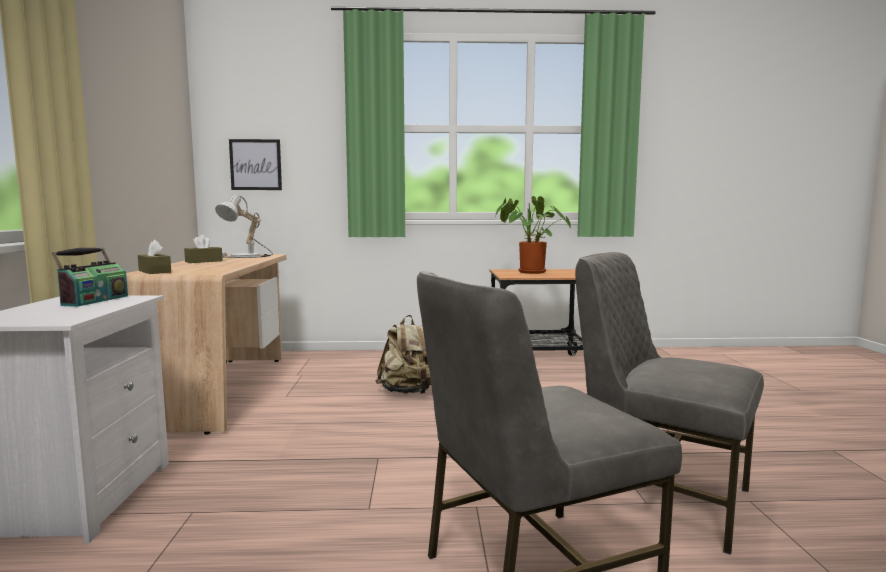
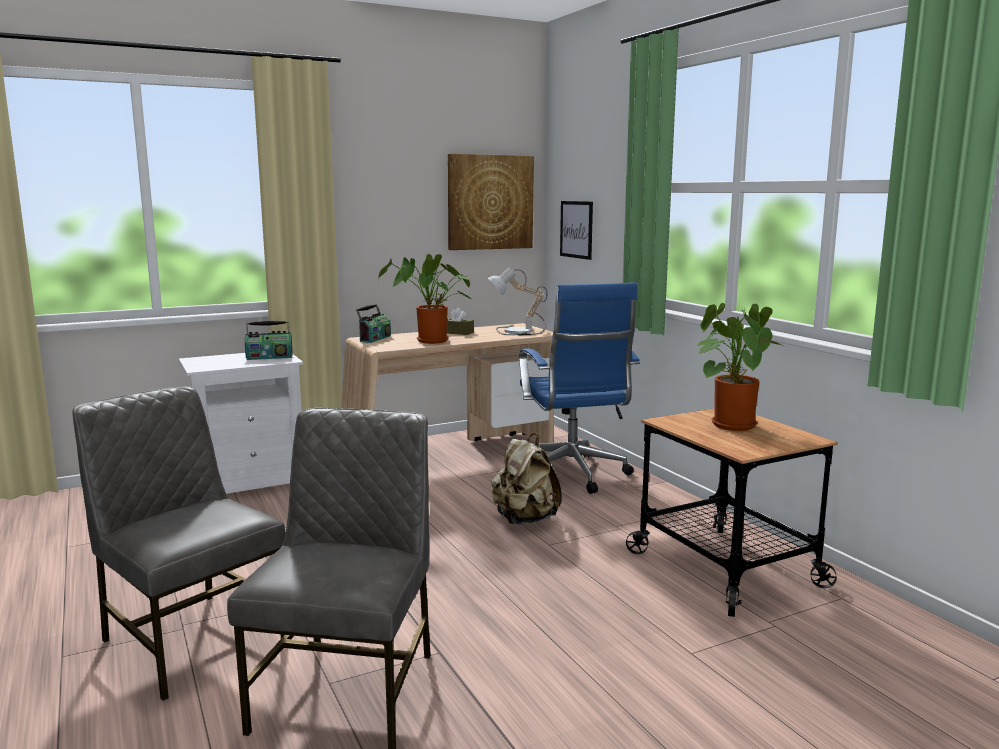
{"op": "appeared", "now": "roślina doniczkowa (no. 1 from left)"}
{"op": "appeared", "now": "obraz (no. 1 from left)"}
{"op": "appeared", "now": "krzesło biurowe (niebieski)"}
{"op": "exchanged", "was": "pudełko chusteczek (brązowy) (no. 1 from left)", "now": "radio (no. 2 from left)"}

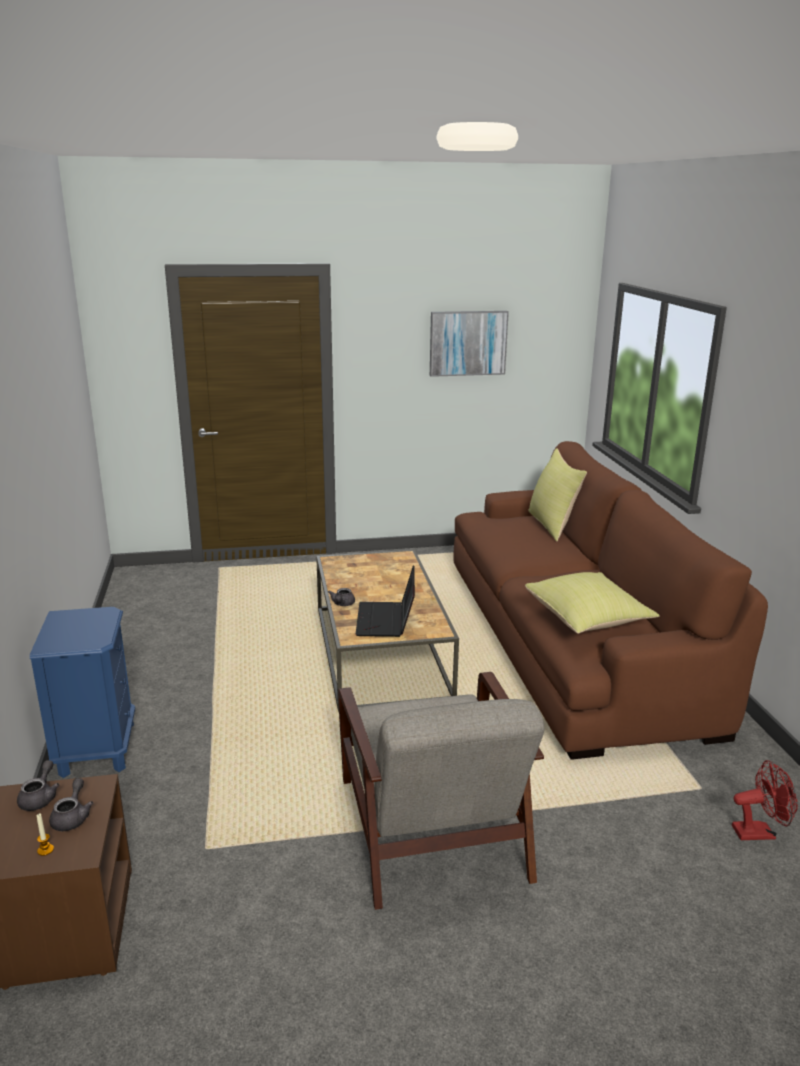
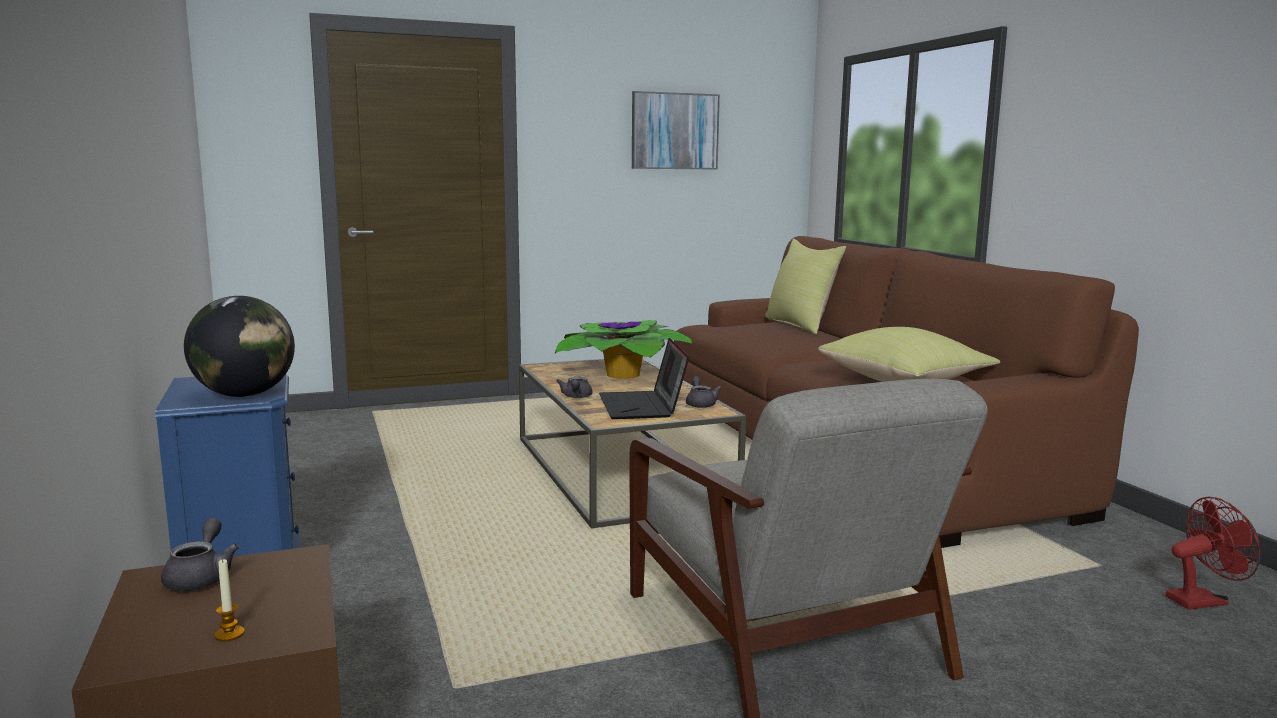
{"op": "appeared", "now": "globus"}
{"op": "appeared", "now": "roślina doniczkowa"}
{"op": "relocated", "was": "imbryk (szary) (no. 2 from left in the first image)", "now": "imbryk (szary) (no. 3 from left)"}

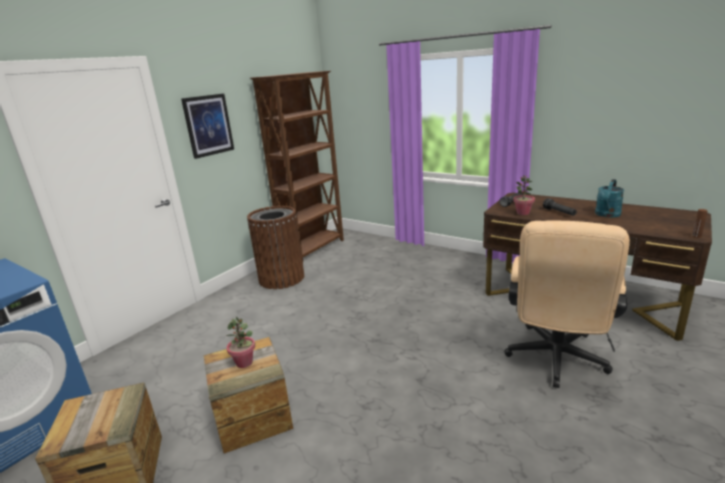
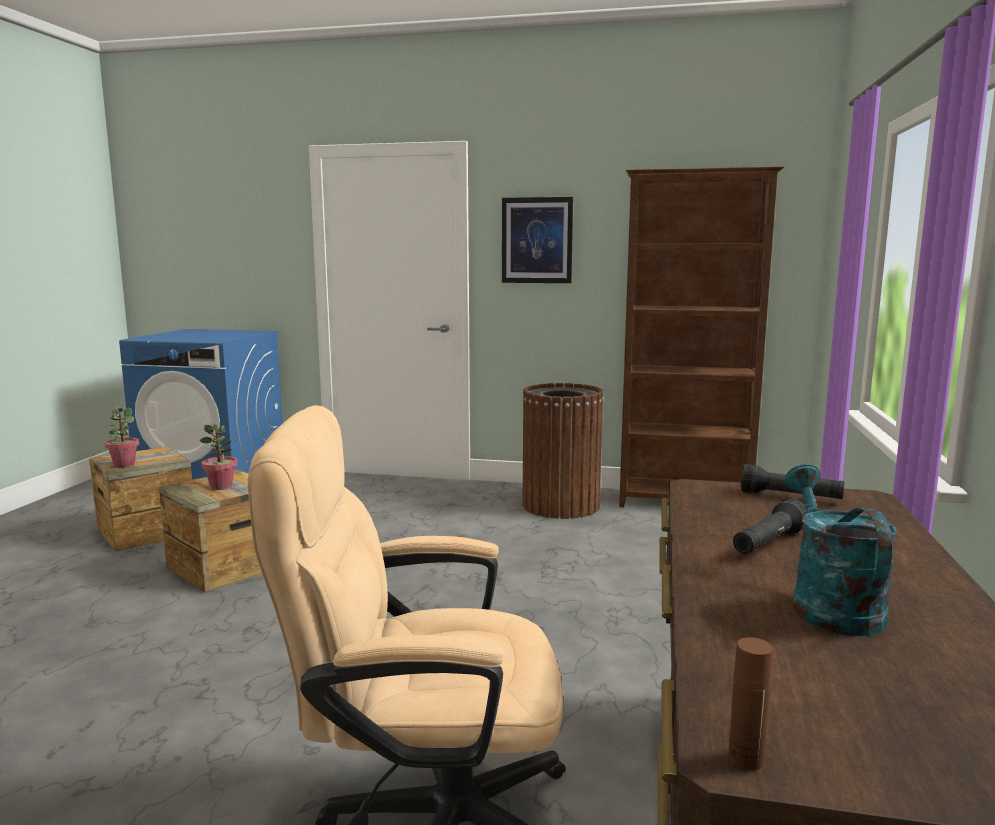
{"op": "relocated", "was": "roślina doniczkowa (no. 2 from left in the first image)", "now": "roślina doniczkowa (no. 1 from left)"}
{"op": "spun", "was": "konewka (turkusowy)", "clockwise": 75}

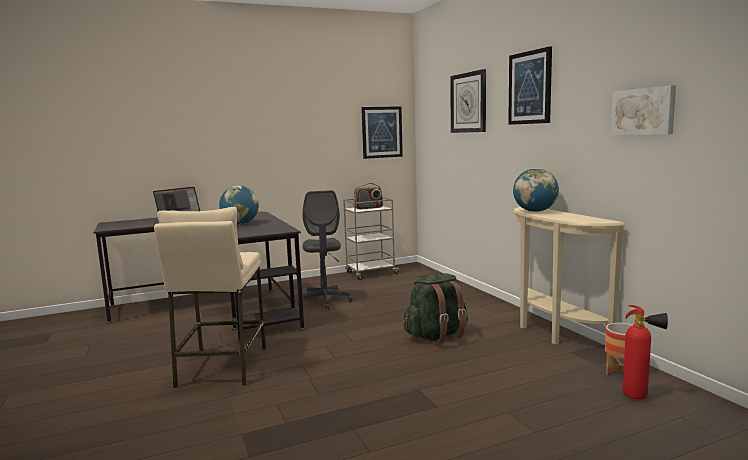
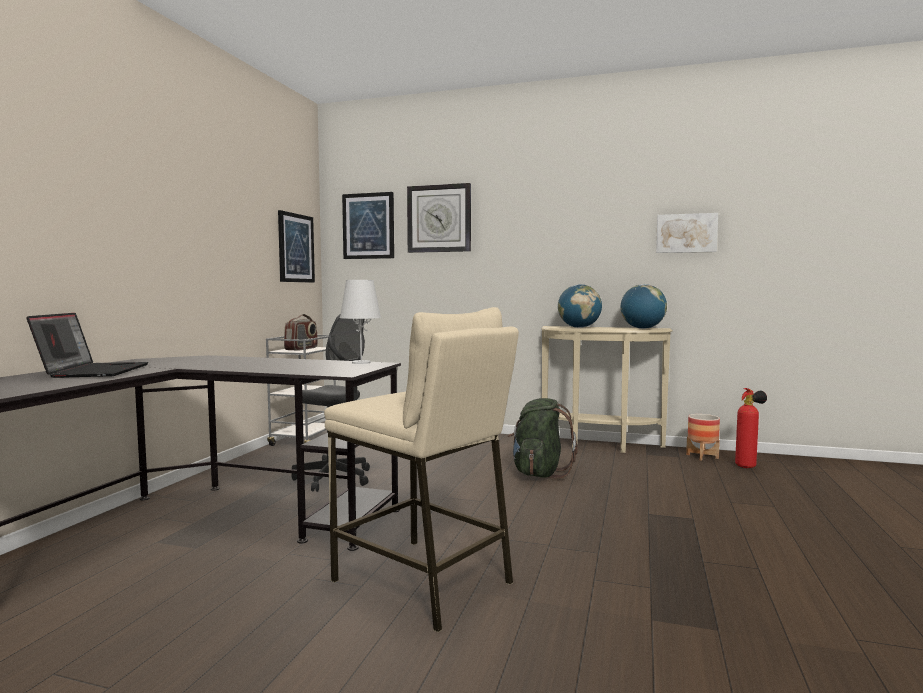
{"op": "appeared", "now": "lampa stołowa (biały)"}
{"op": "relocated", "was": "globus (no. 1 from left in the first image)", "now": "globus (no. 2 from left)"}
{"op": "relocated", "was": "obraz (no. 2 from left)"}

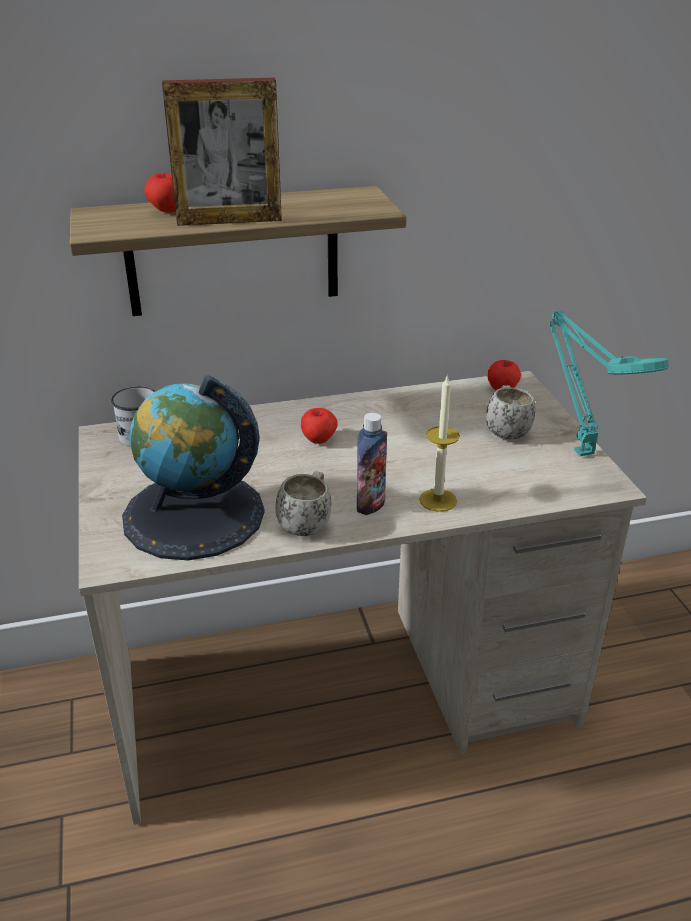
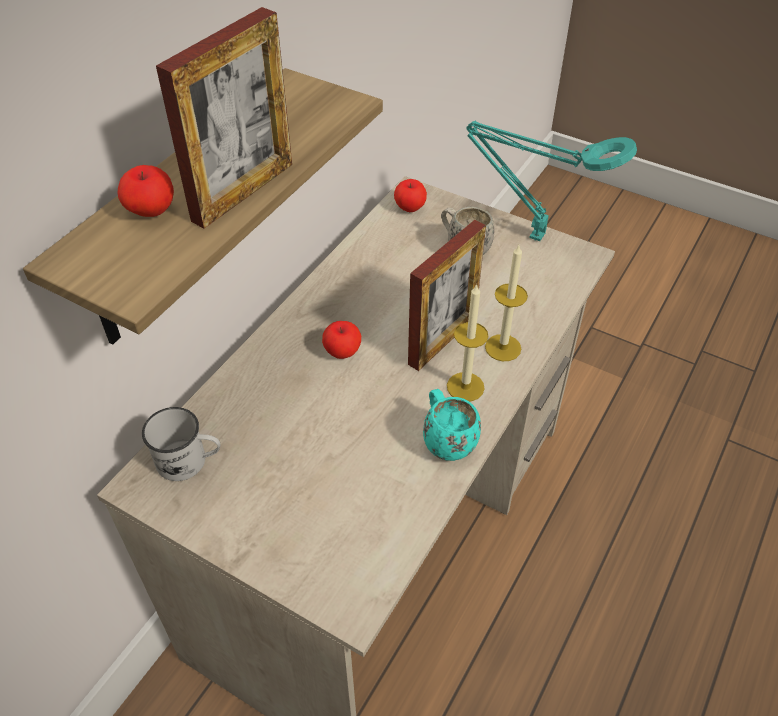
{"op": "missing", "was": "globus"}
{"op": "appeared", "now": "ramka na zdjęcie (no. 2 from left)"}
{"op": "exchanged", "was": "butelka", "now": "świeca (no. 1 from left)"}
{"op": "colour", "was": "kubek (biały) (no. 2 from left)", "now": "kubek (turkusowy)"}

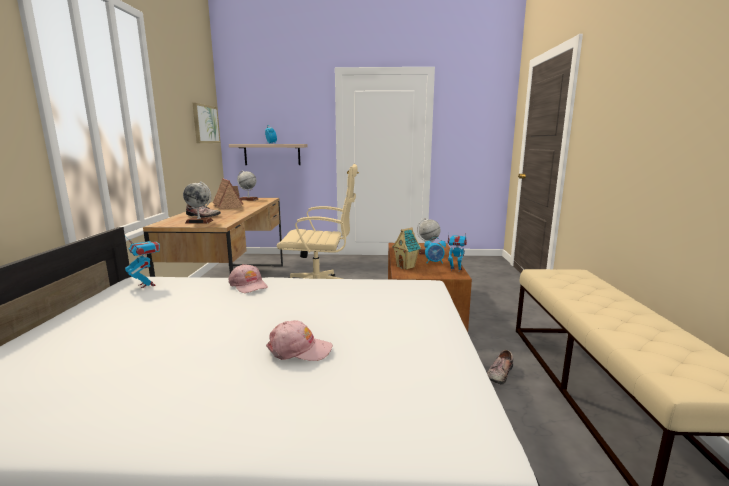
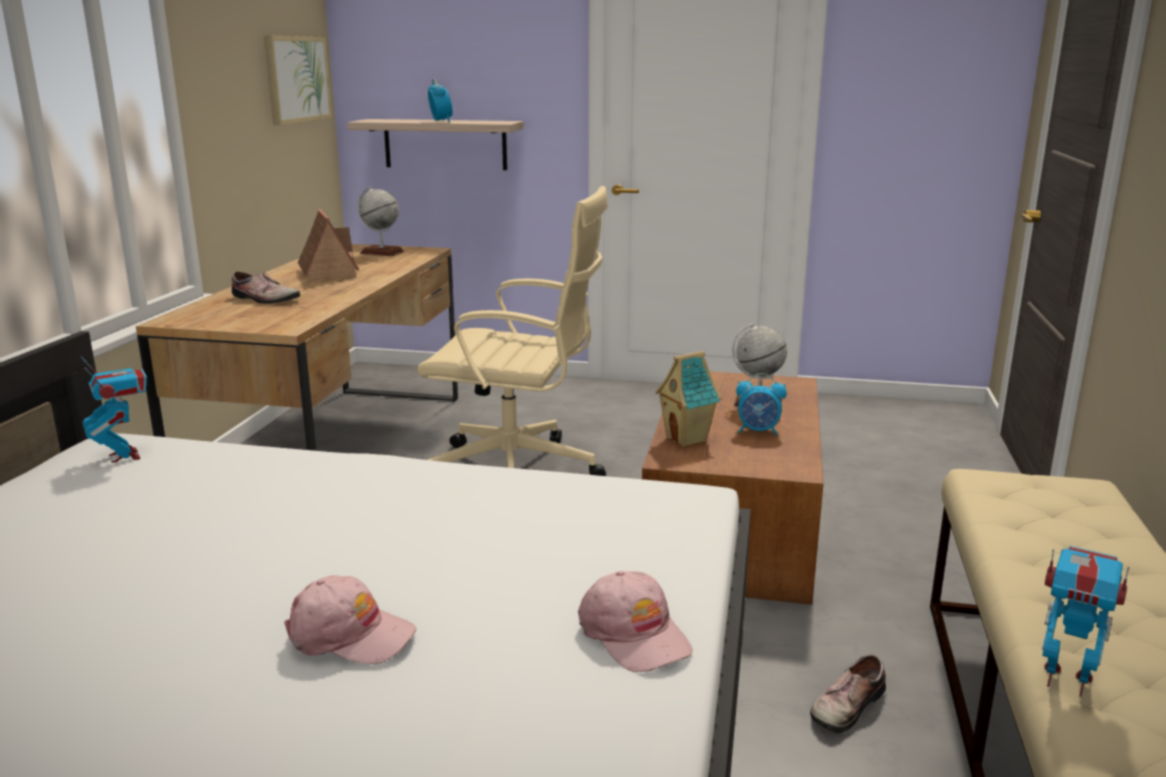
{"op": "missing", "was": "globus (no. 1 from left)"}
{"op": "relocated", "was": "czapka z daszkiem (różowy) (no. 1 from left in the first image)", "now": "czapka z daszkiem (różowy) (no. 2 from left)"}
{"op": "relocated", "was": "robot zabawkowy (no. 2 from left)"}

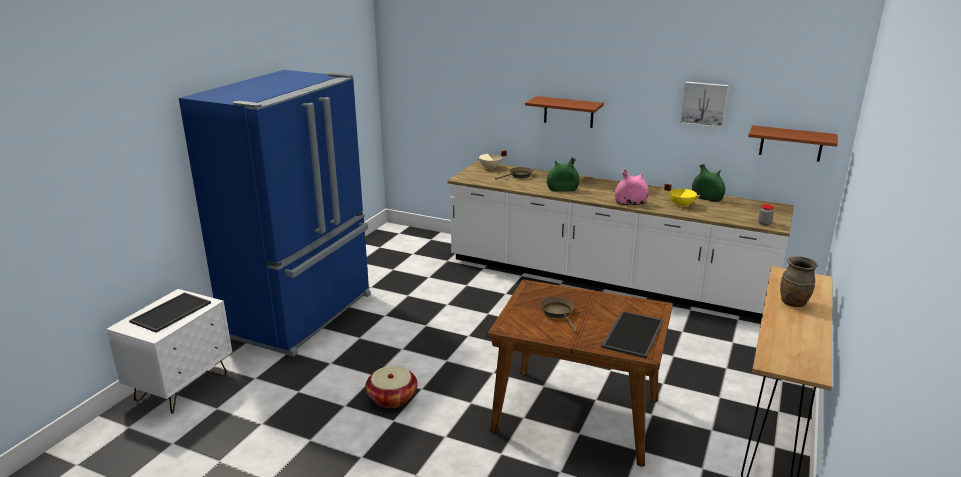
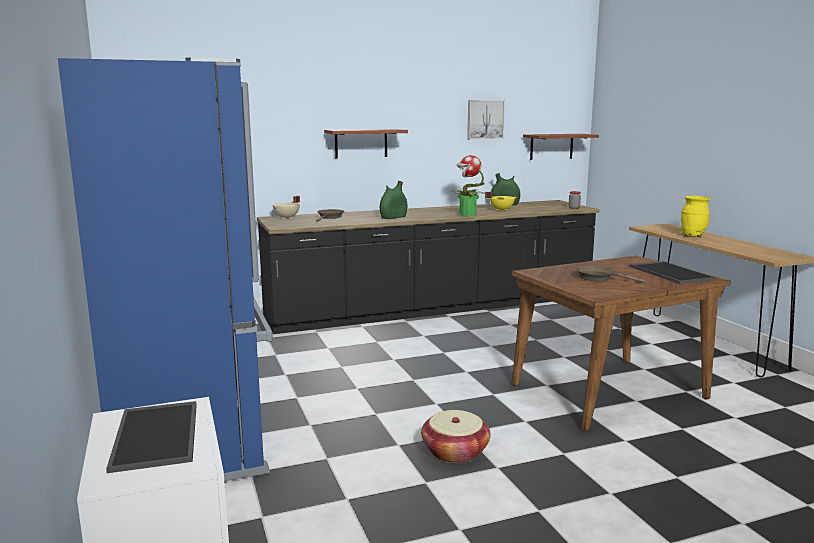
{"op": "exchanged", "was": "wazon (różowy)", "now": "roślina doniczkowa"}
{"op": "colour", "was": "zabudowa kuchenna (biały)", "now": "zabudowa kuchenna (czarny)"}
{"op": "colour", "was": "wazon (brązowy)", "now": "wazon (żółty)"}

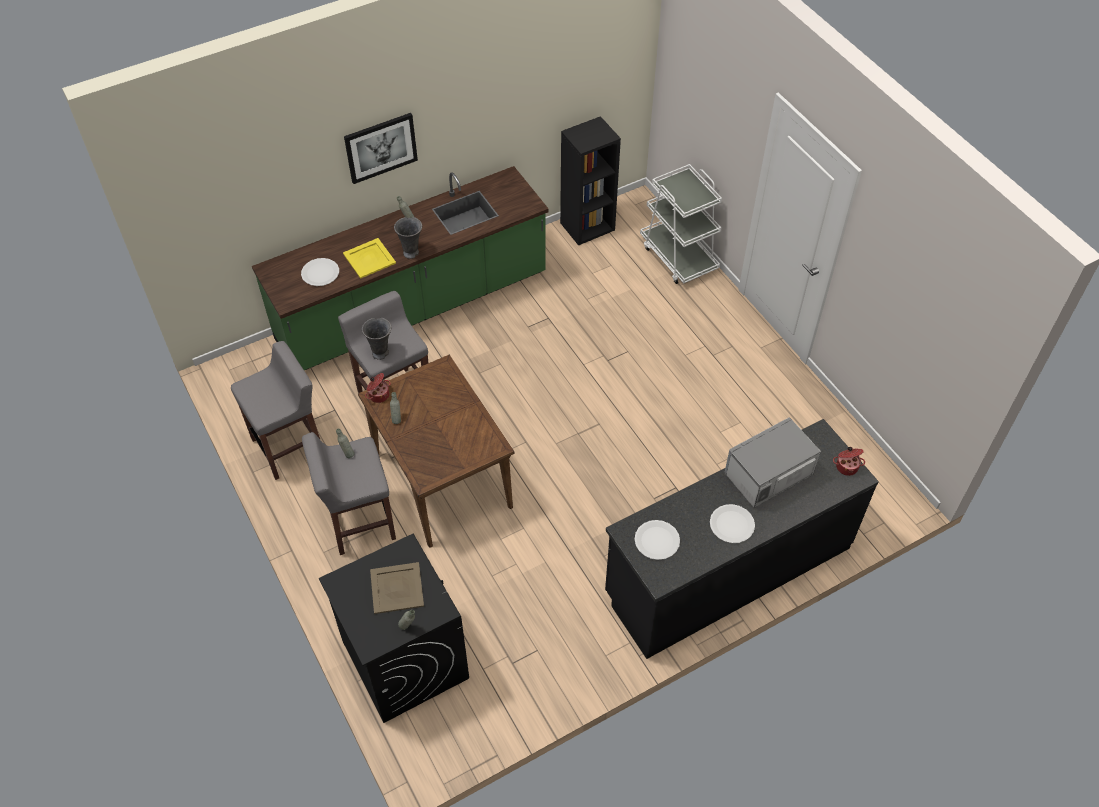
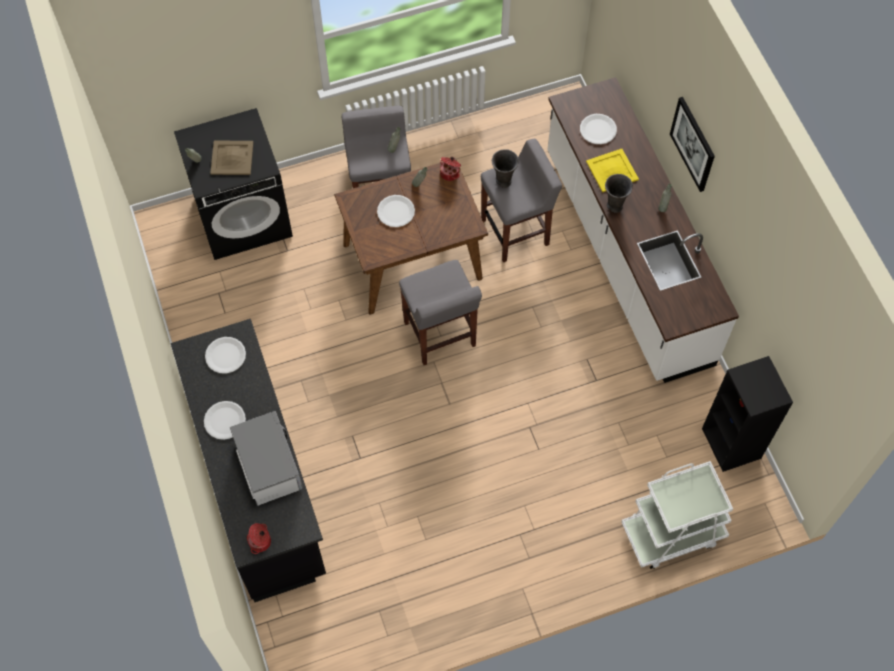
{"op": "appeared", "now": "talerz (biały) (no. 3 from left)"}
{"op": "relocated", "was": "stołek (szary) (no. 1 from left in the first image)", "now": "stołek (szary) (no. 2 from left)"}
{"op": "colour", "was": "zabudowa kuchenna (zielony)", "now": "zabudowa kuchenna (biały)"}

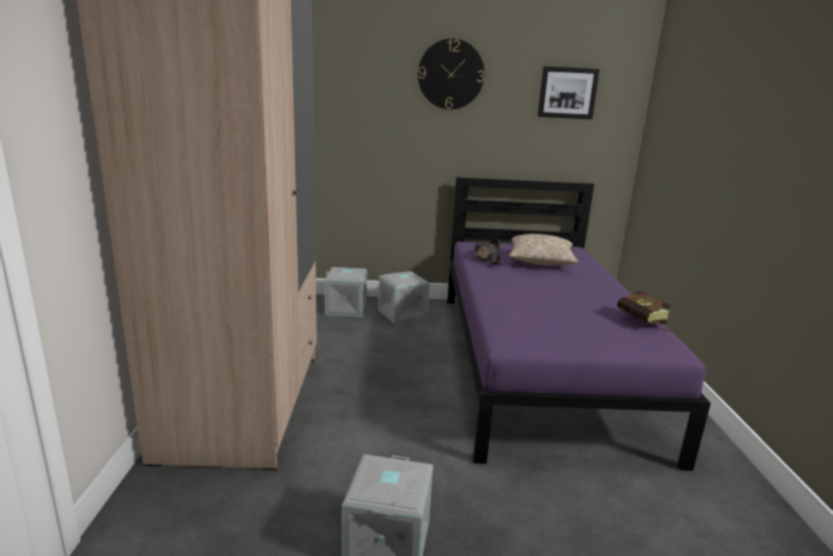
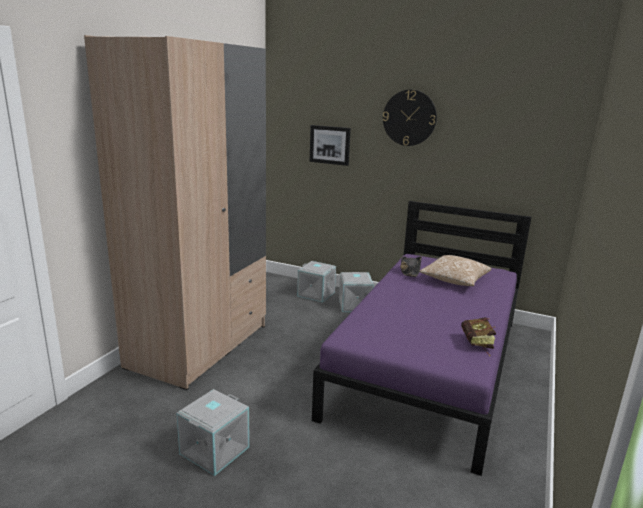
{"op": "relocated", "was": "obraz"}

